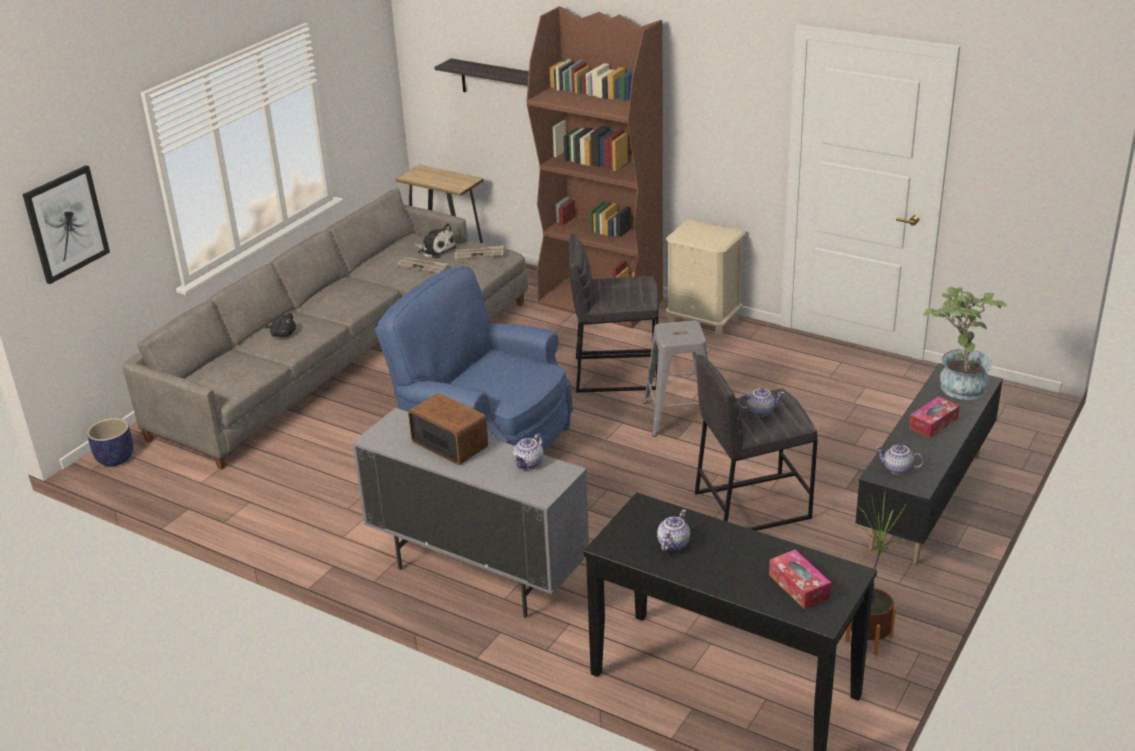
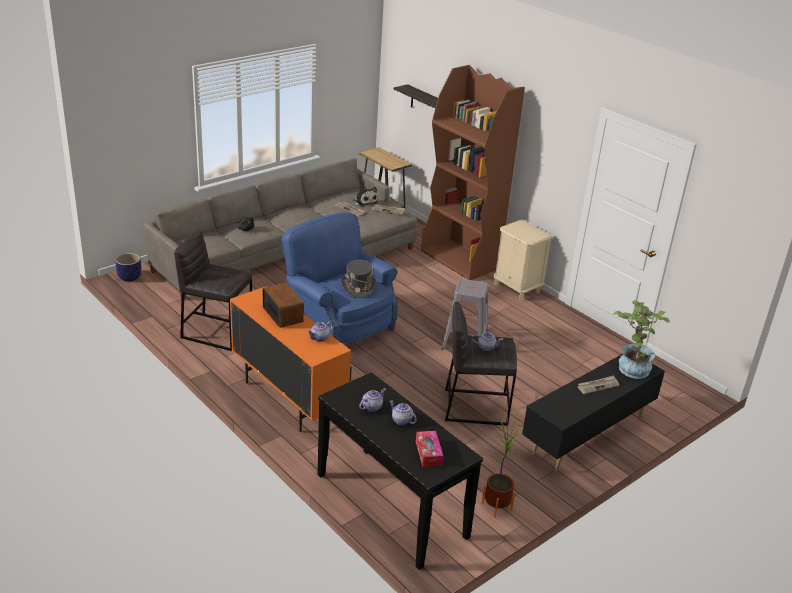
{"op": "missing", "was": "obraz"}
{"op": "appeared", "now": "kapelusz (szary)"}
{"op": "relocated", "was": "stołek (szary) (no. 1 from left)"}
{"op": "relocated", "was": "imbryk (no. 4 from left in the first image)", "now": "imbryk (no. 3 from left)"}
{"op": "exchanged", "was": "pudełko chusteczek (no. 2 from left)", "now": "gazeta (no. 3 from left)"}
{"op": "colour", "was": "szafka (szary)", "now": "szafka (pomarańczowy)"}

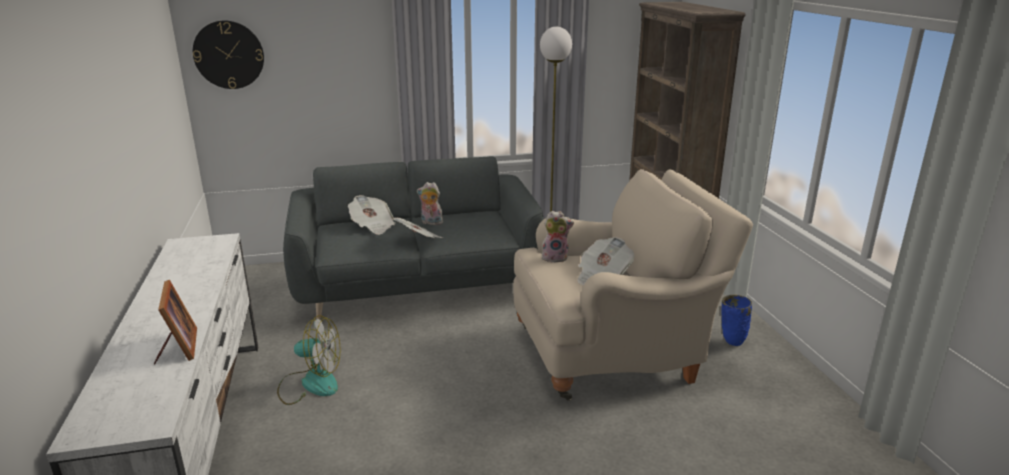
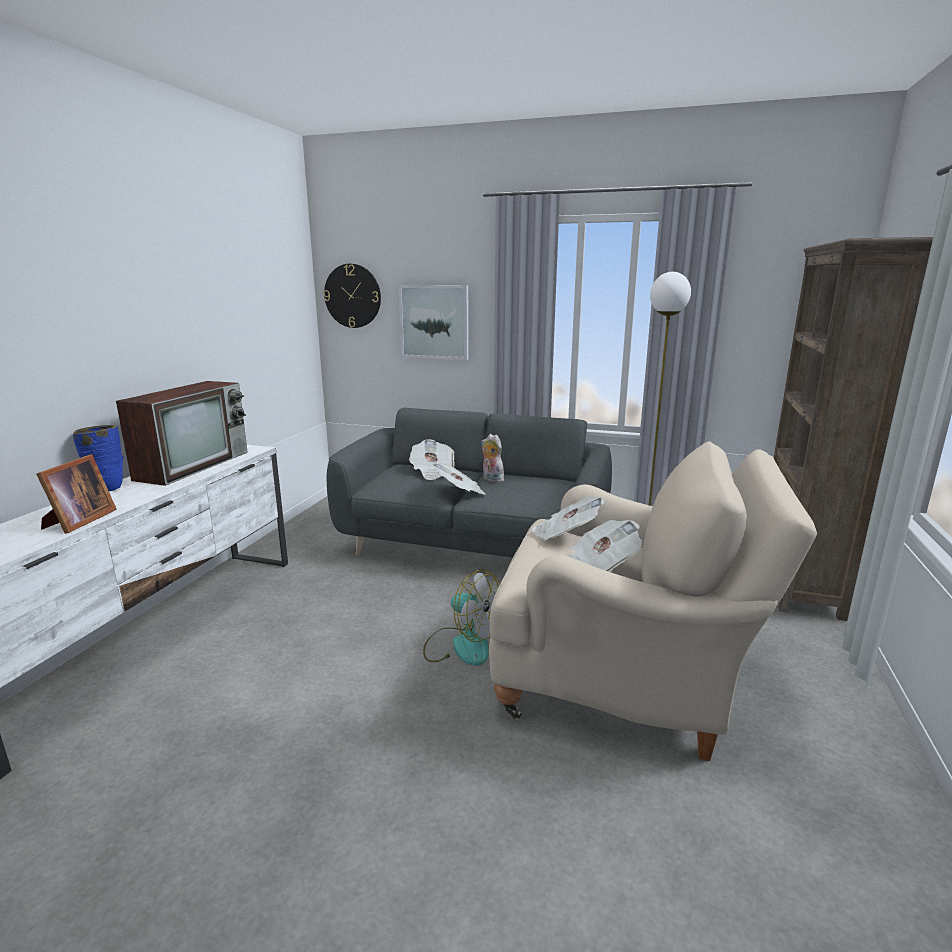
{"op": "appeared", "now": "telewizor"}
{"op": "appeared", "now": "obraz"}
{"op": "relocated", "was": "wentylator"}
{"op": "relocated", "was": "wazon (niebieski)"}
{"op": "exchanged", "was": "pluszak (no. 2 from left)", "now": "gazeta (no. 3 from left)"}

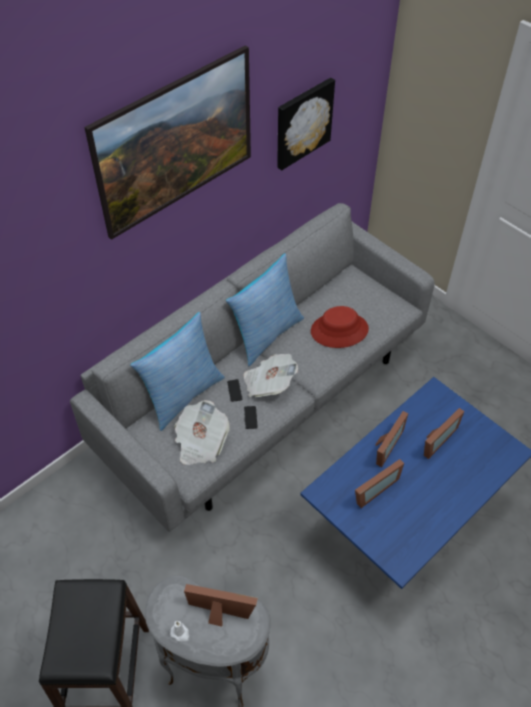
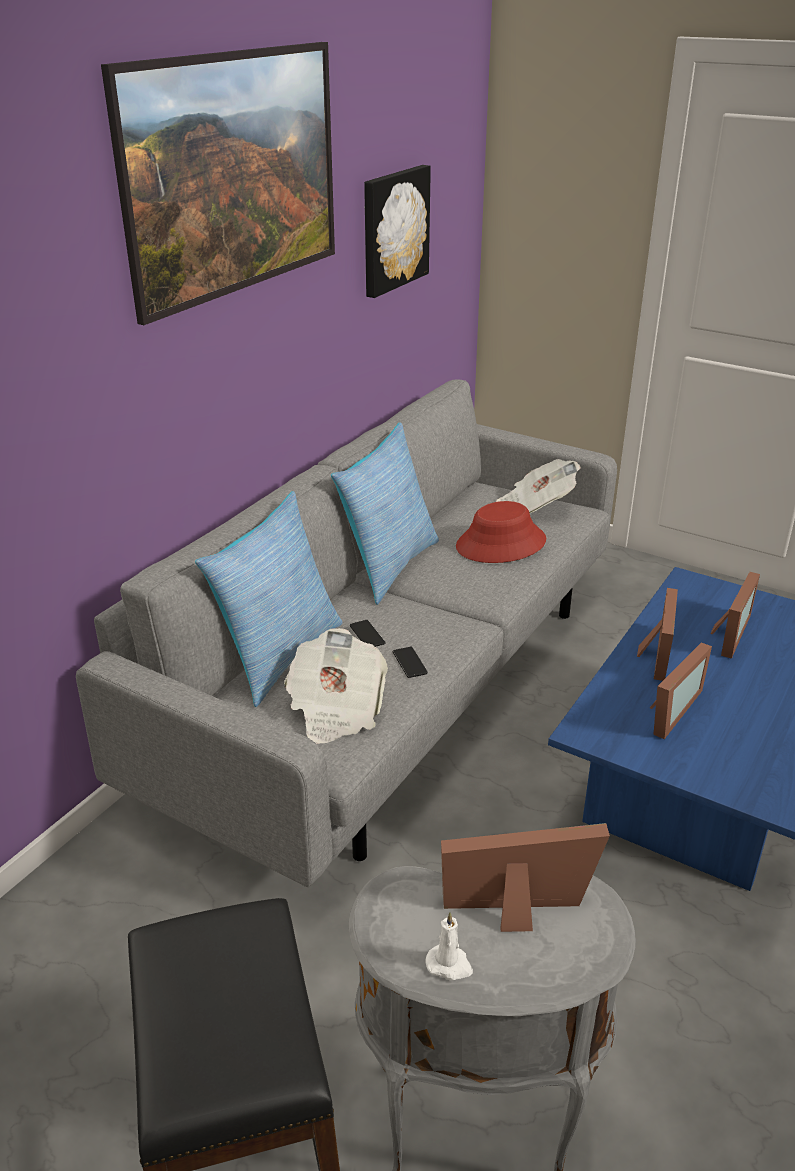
{"op": "relocated", "was": "gazeta (no. 2 from left)"}

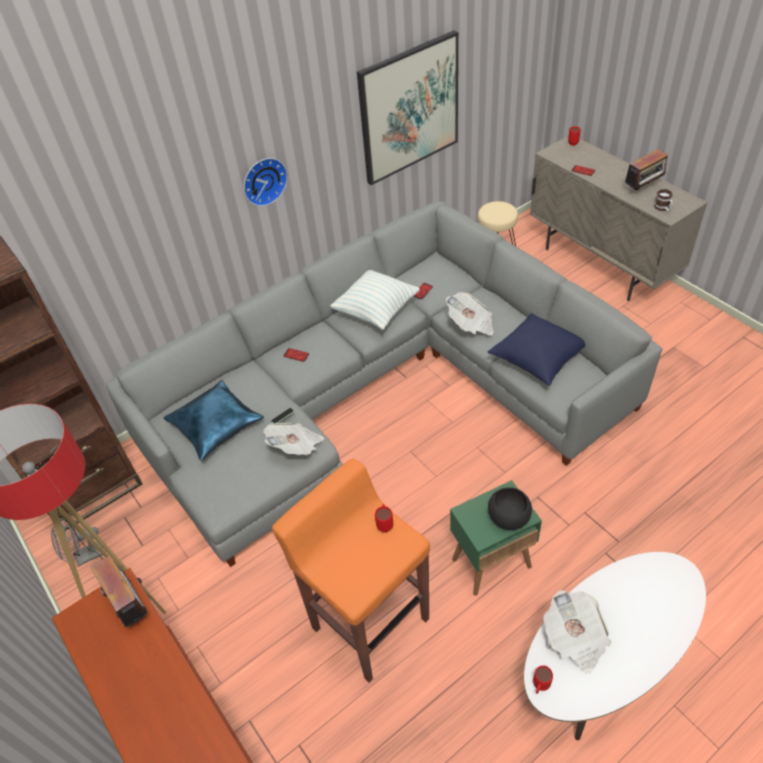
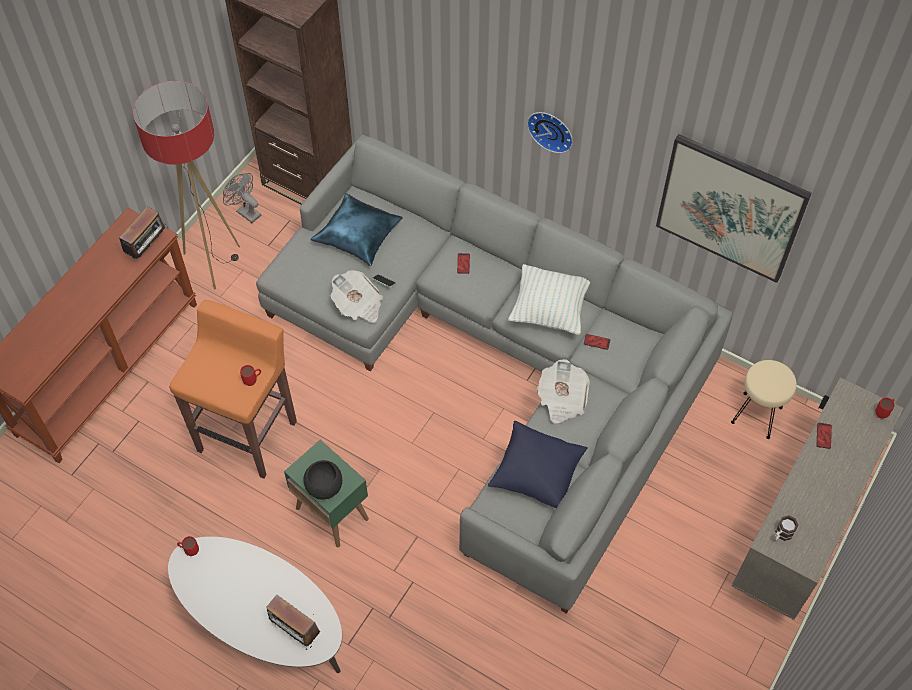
{"op": "missing", "was": "gazeta (no. 3 from left)"}
{"op": "relocated", "was": "radio (no. 2 from left)"}

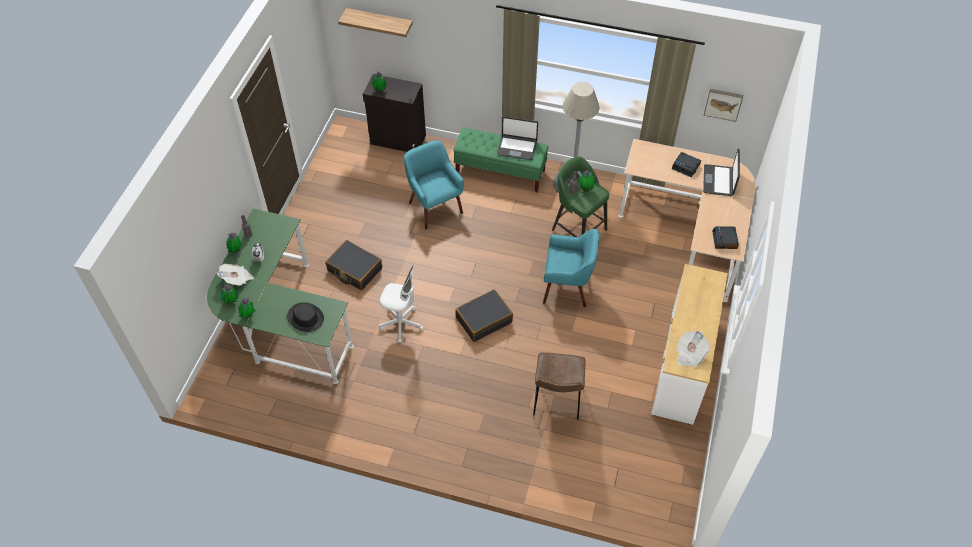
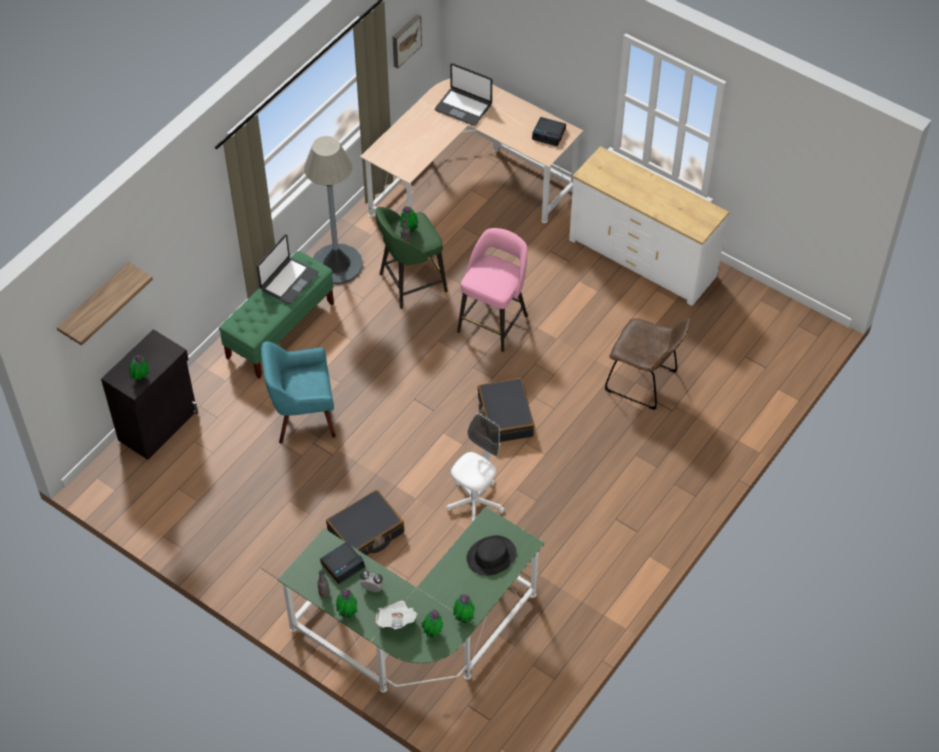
{"op": "missing", "was": "gazeta (no. 2 from left)"}
{"op": "relocated", "was": "budzik (no. 2 from left in the first image)", "now": "budzik (no. 1 from left)"}
{"op": "exchanged", "was": "fotel (turkusowy) (no. 2 from left)", "now": "stołek (różowy)"}

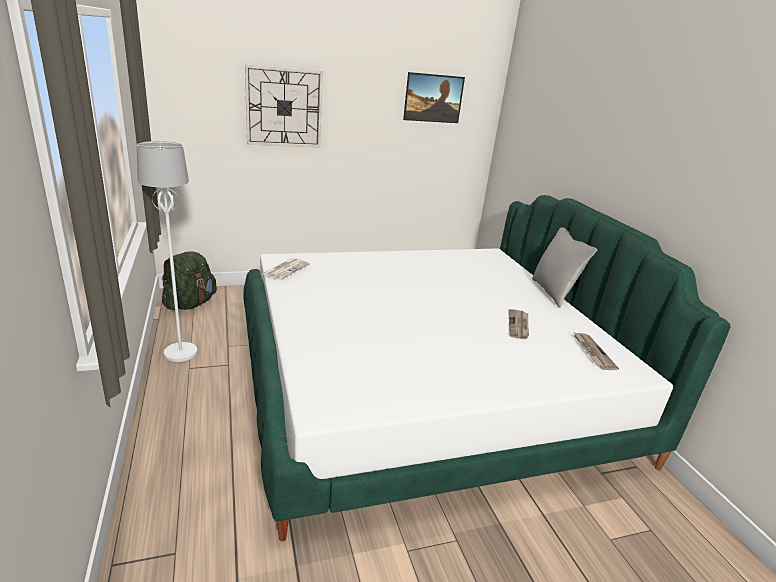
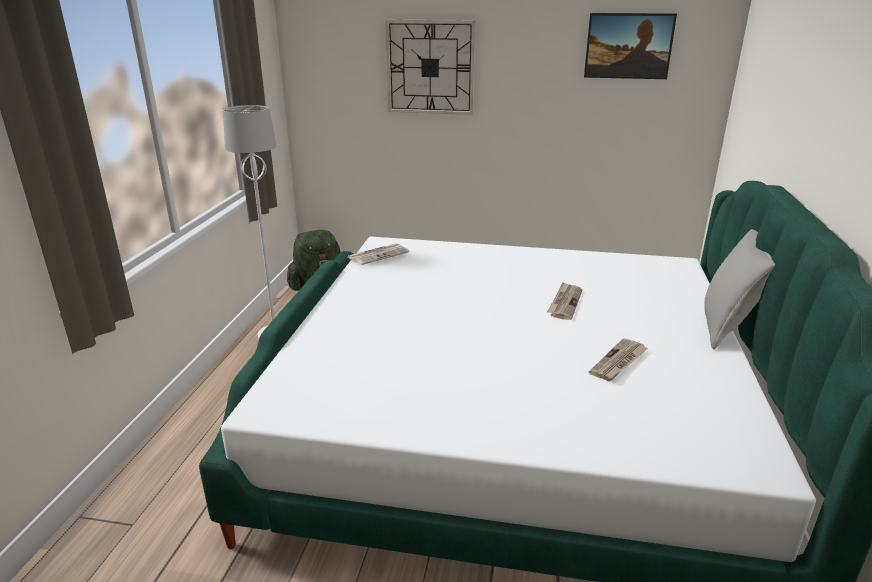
{"op": "relocated", "was": "gazeta (no. 3 from left in the first image)", "now": "gazeta (no. 2 from left)"}

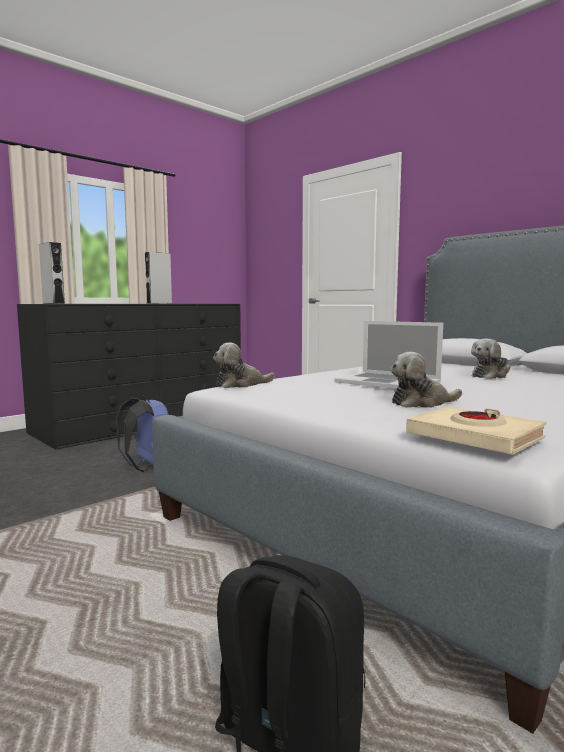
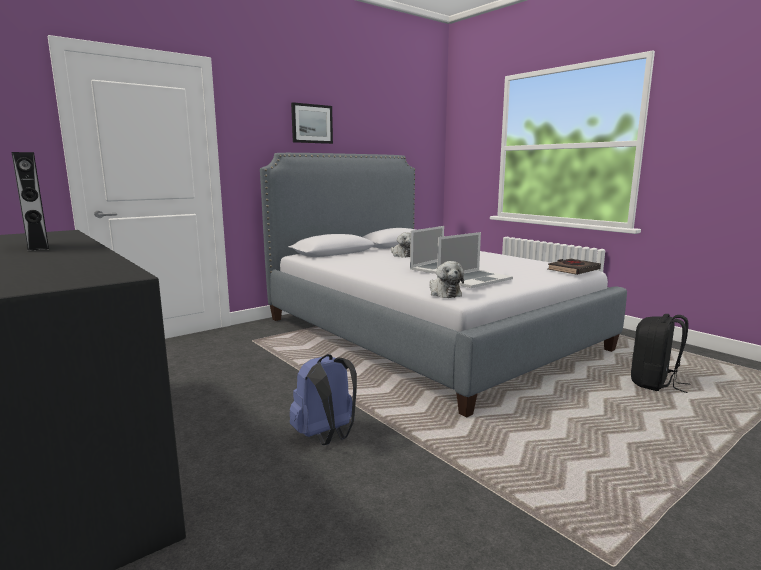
{"op": "missing", "was": "głośnik (szary) (no. 1 from left)"}
{"op": "missing", "was": "pluszak (no. 2 from left)"}
{"op": "appeared", "now": "obraz"}
{"op": "appeared", "now": "laptop (no. 2 from left)"}
{"op": "colour", "was": "książka (beżowy)", "now": "książka (czarny)"}

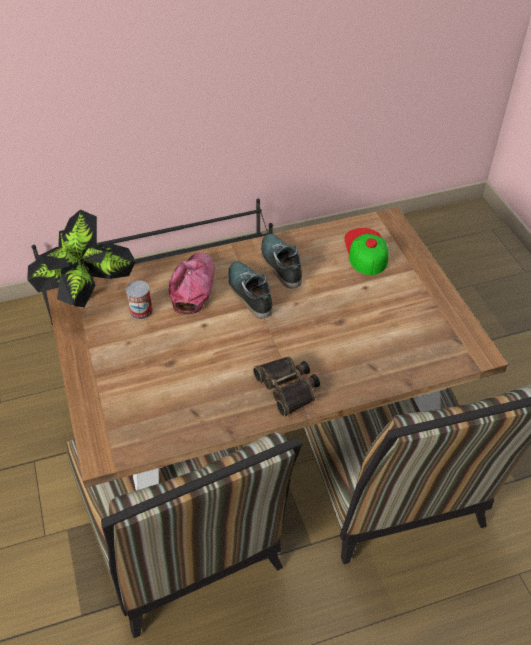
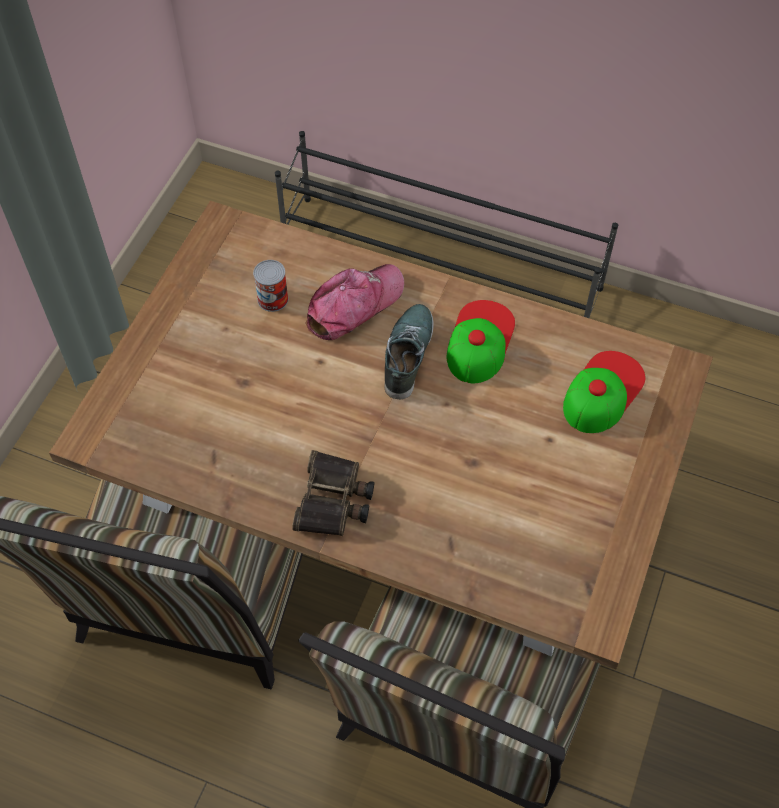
{"op": "missing", "was": "roślina doniczkowa"}
{"op": "exchanged", "was": "but (no. 2 from left)", "now": "czapka z daszkiem (no. 2 from left)"}

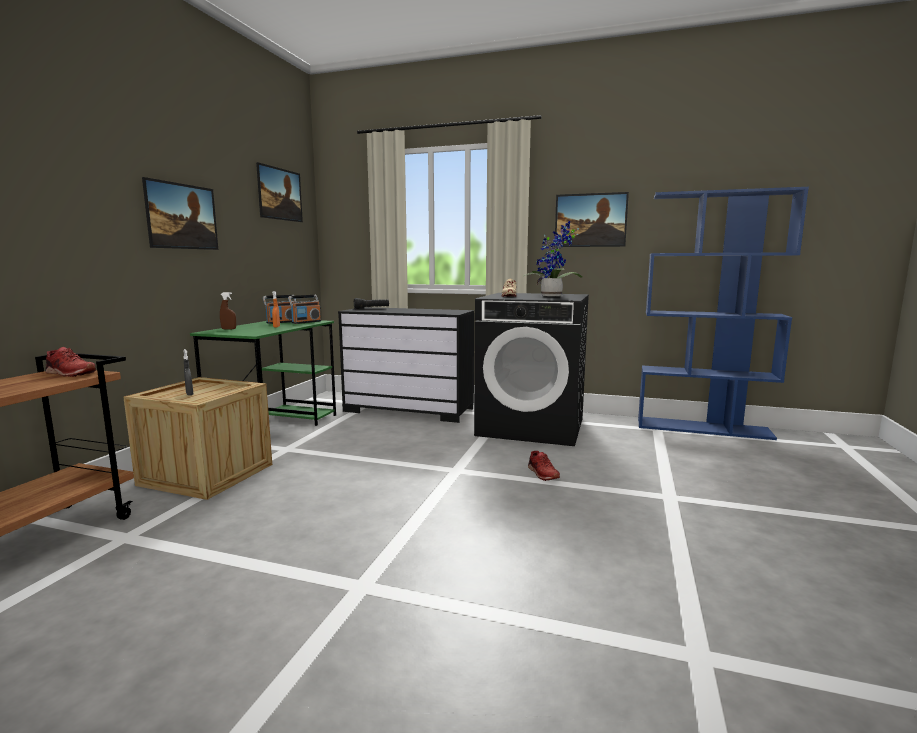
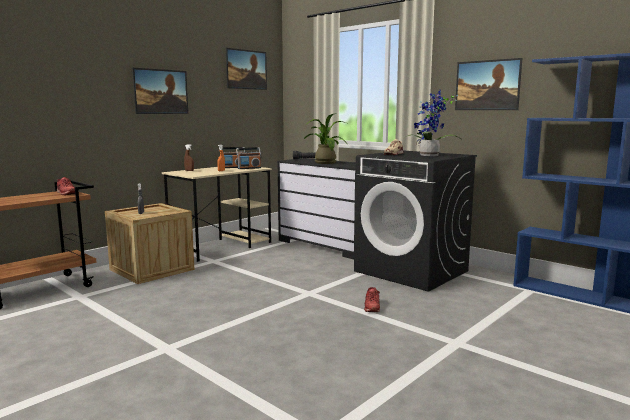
{"op": "appeared", "now": "roślina doniczkowa (no. 1 from left)"}
{"op": "colour", "was": "biurko (zielony)", "now": "biurko (beżowy)"}

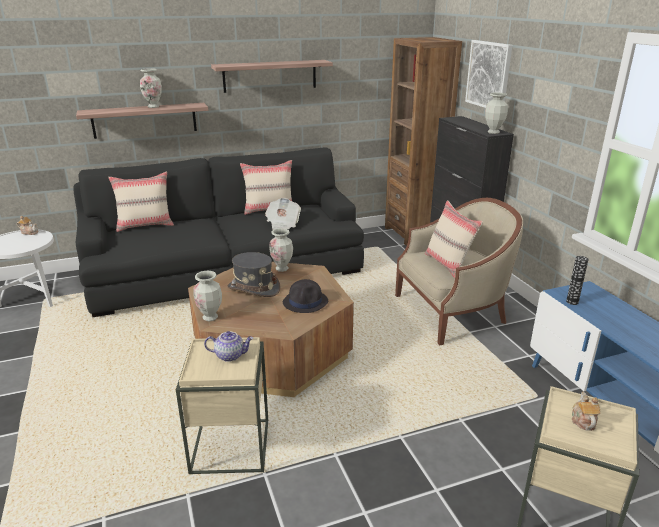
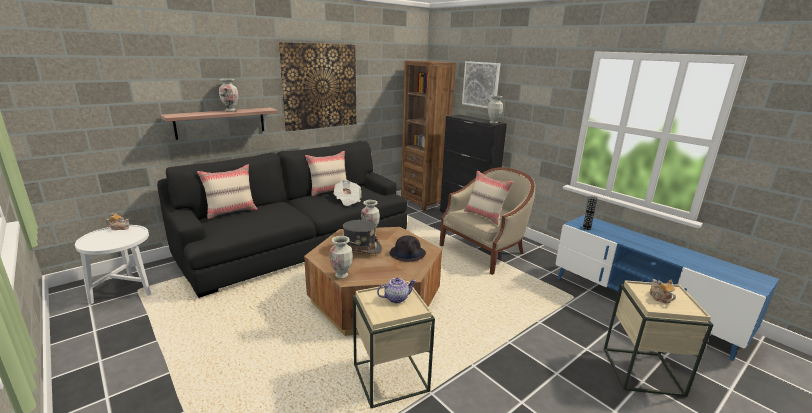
{"op": "exchanged", "was": "półka (no. 2 from left)", "now": "obraz (no. 1 from left)"}

